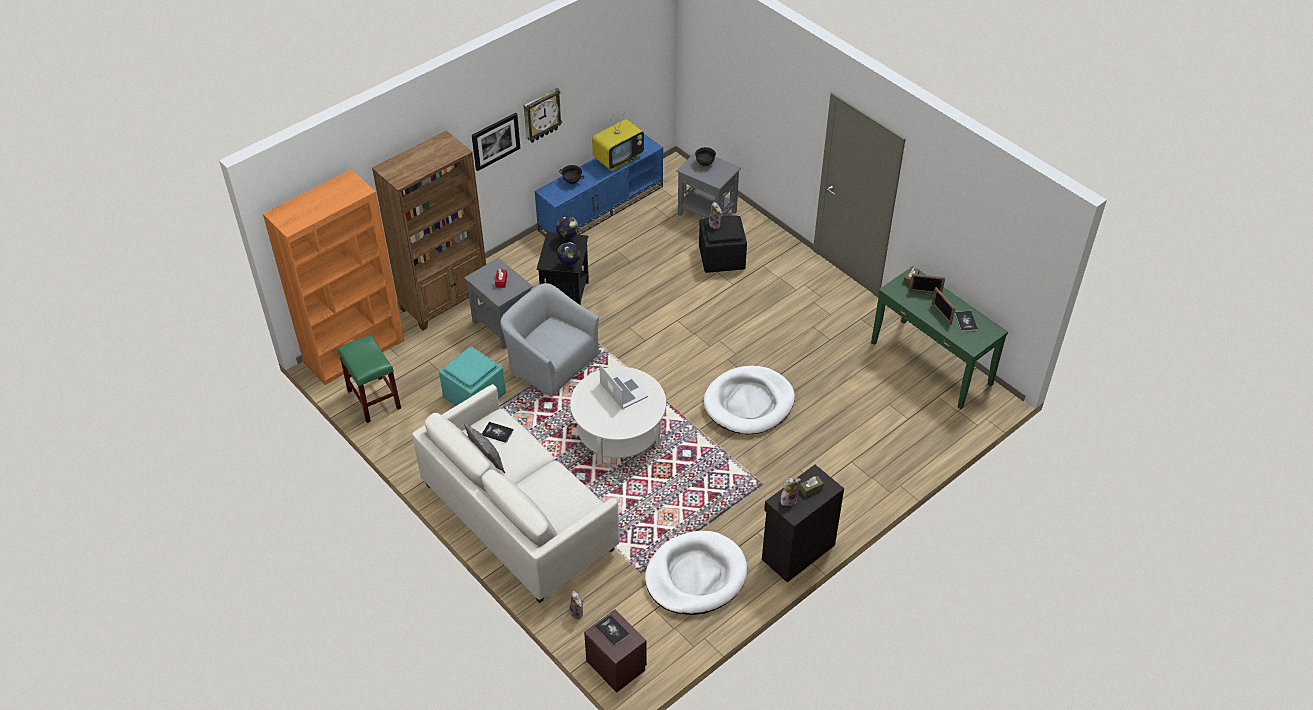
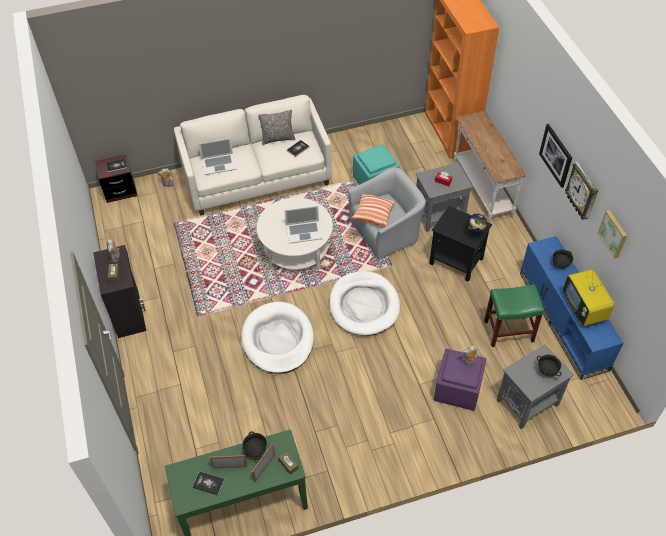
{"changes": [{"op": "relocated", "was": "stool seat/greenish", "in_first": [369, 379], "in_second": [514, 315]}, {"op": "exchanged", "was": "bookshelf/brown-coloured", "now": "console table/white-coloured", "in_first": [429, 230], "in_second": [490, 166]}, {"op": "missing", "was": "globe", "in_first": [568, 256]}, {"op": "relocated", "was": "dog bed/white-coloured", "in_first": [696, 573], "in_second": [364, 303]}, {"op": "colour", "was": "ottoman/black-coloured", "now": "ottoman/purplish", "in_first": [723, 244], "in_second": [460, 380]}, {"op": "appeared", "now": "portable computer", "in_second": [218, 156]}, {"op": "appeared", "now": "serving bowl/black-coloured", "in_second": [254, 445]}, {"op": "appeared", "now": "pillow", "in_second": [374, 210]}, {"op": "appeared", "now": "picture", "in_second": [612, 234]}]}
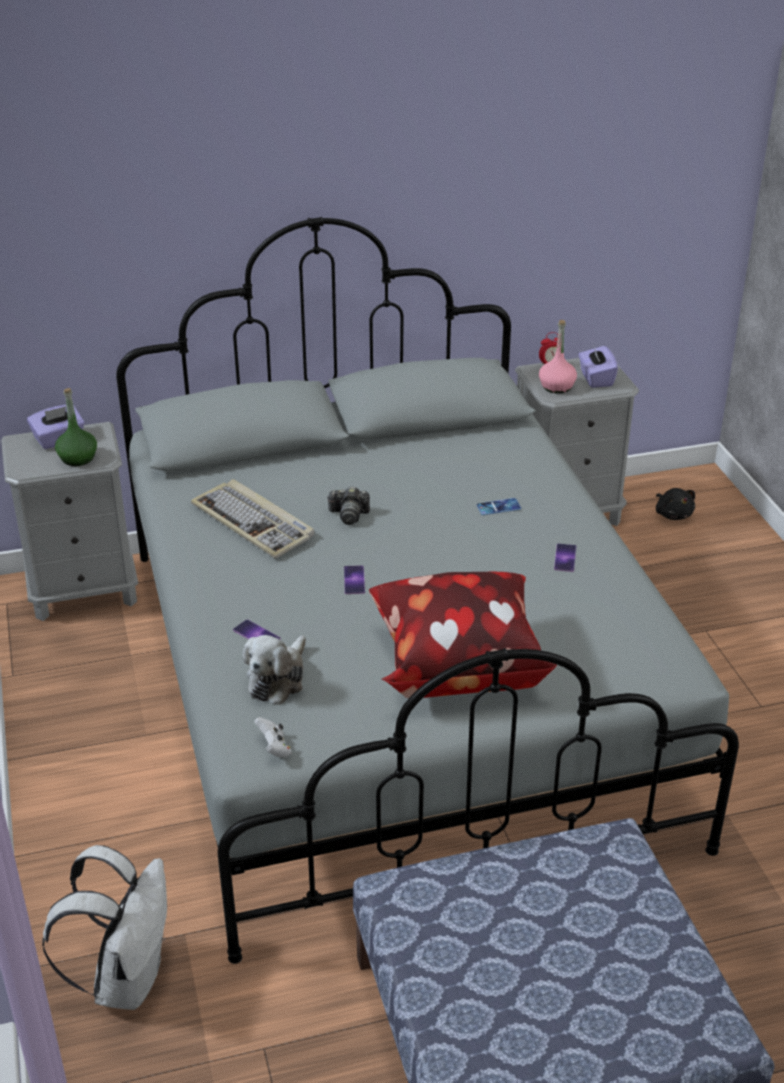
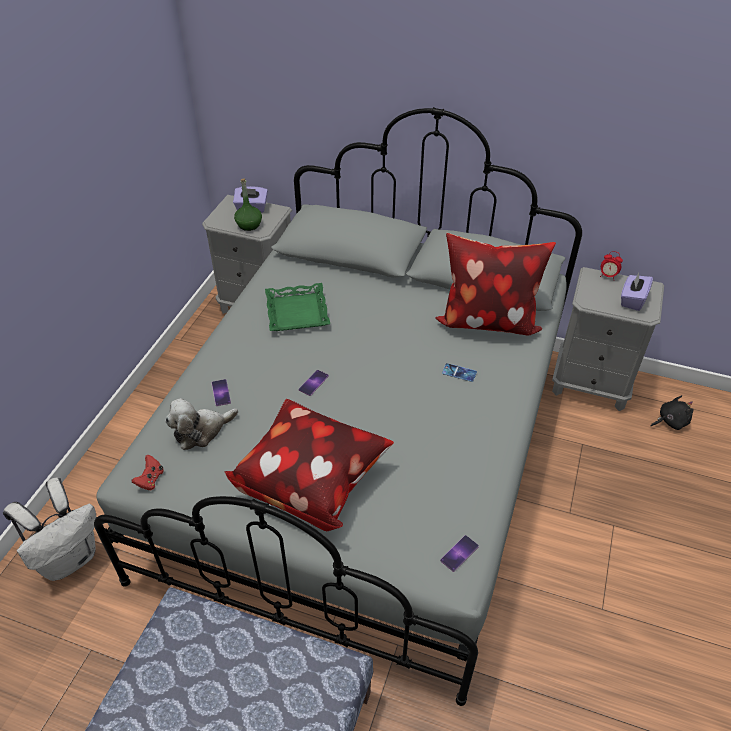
{"changes": [{"op": "exchanged", "was": "PC keyboard", "now": "tray/greenish", "in_first": [252, 519], "in_second": [297, 307]}, {"op": "colour", "was": "joypad/white-coloured", "now": "joypad/reddish", "in_first": [272, 737], "in_second": [147, 473]}, {"op": "missing", "was": "still camera", "in_first": [348, 505]}, {"op": "missing", "was": "bottle/pink", "in_first": [558, 357]}, {"op": "relocated", "was": "telephone", "in_first": [565, 557], "in_second": [459, 553]}, {"op": "spun", "was": "cuddly toy/black-coloured", "in_first": [675, 504], "in_second": [672, 412], "clockwise": -120}, {"op": "appeared", "now": "pillow", "in_second": [495, 284]}]}
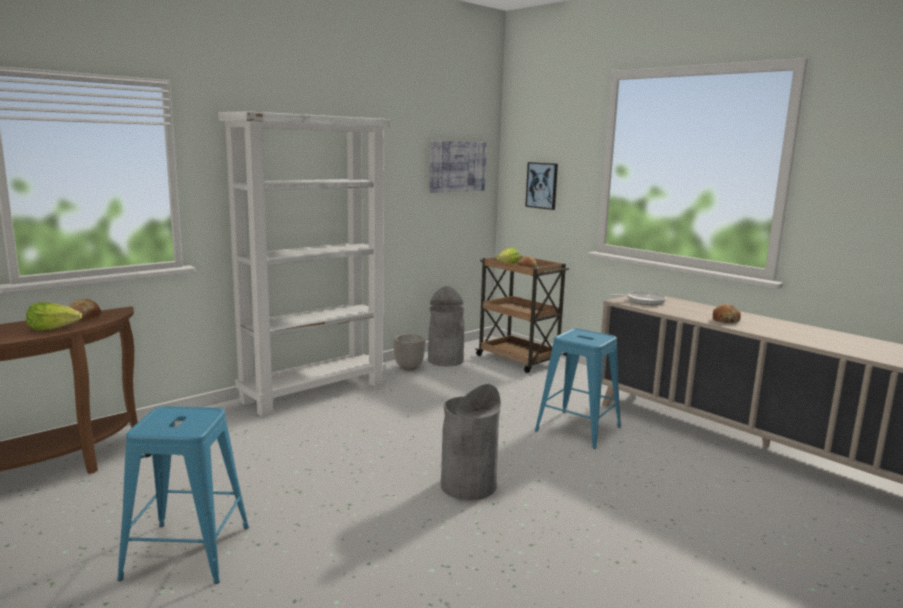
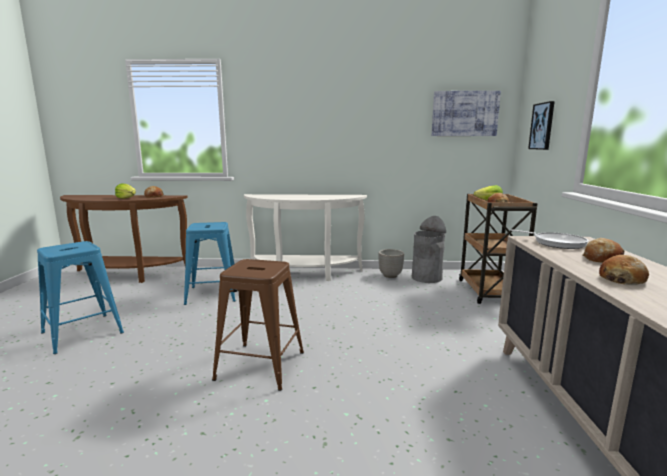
{"changes": [{"op": "exchanged", "was": "bookshelf/white-coloured", "now": "console table/white-coloured", "in_first": [304, 264], "in_second": [305, 237]}, {"op": "exchanged", "was": "rubbish bin/grey", "now": "stool seat/brown-coloured", "in_first": [471, 442], "in_second": [258, 325]}, {"op": "relocated", "was": "stool seat/bluish", "in_first": [578, 388], "in_second": [210, 263]}, {"op": "appeared", "now": "bread", "in_second": [603, 250]}]}
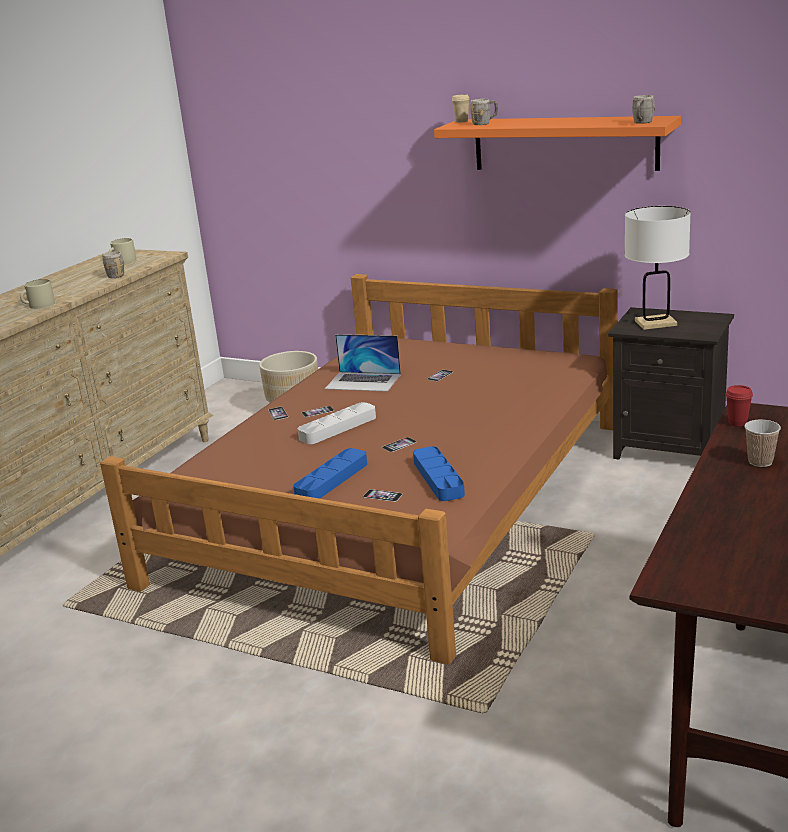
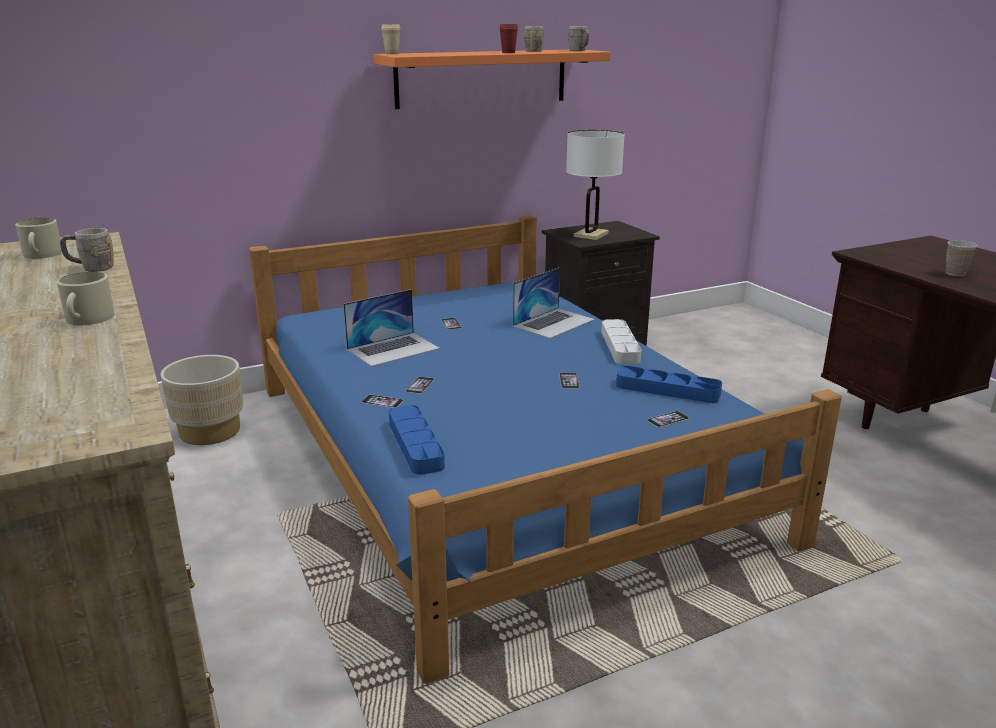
{"changes": [{"op": "colour", "was": "bedroom bed/brown-coloured", "now": "bedroom bed/bluish", "in_first": [359, 469], "in_second": [545, 449]}, {"op": "relocated", "was": "tray/bluish", "in_first": [330, 473], "in_second": [417, 440]}, {"op": "relocated", "was": "tray/grey", "in_first": [337, 423], "in_second": [621, 341]}, {"op": "relocated", "was": "mug/grey", "in_first": [484, 112], "in_second": [534, 39]}, {"op": "relocated", "was": "cup/reddish", "in_first": [739, 405], "in_second": [508, 38]}, {"op": "appeared", "now": "portable computer", "in_second": [554, 303]}]}
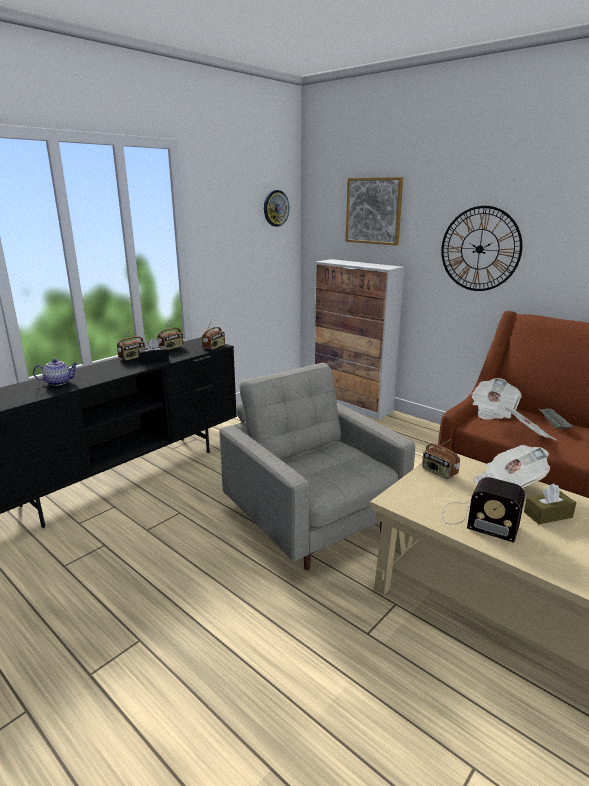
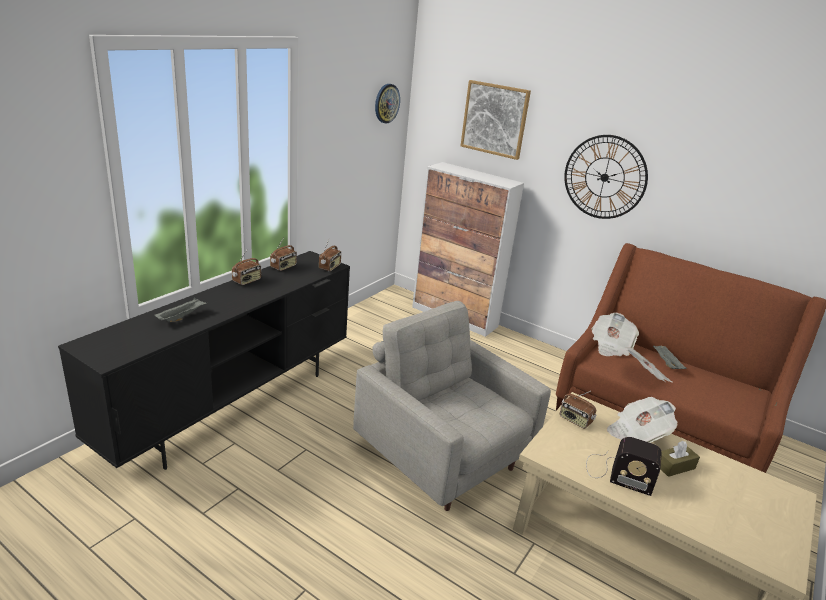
{"changes": [{"op": "exchanged", "was": "pot for tea", "now": "tray/grey", "in_first": [56, 372], "in_second": [180, 310]}, {"op": "missing", "was": "tissue holder/black-coloured", "in_first": [153, 351]}]}
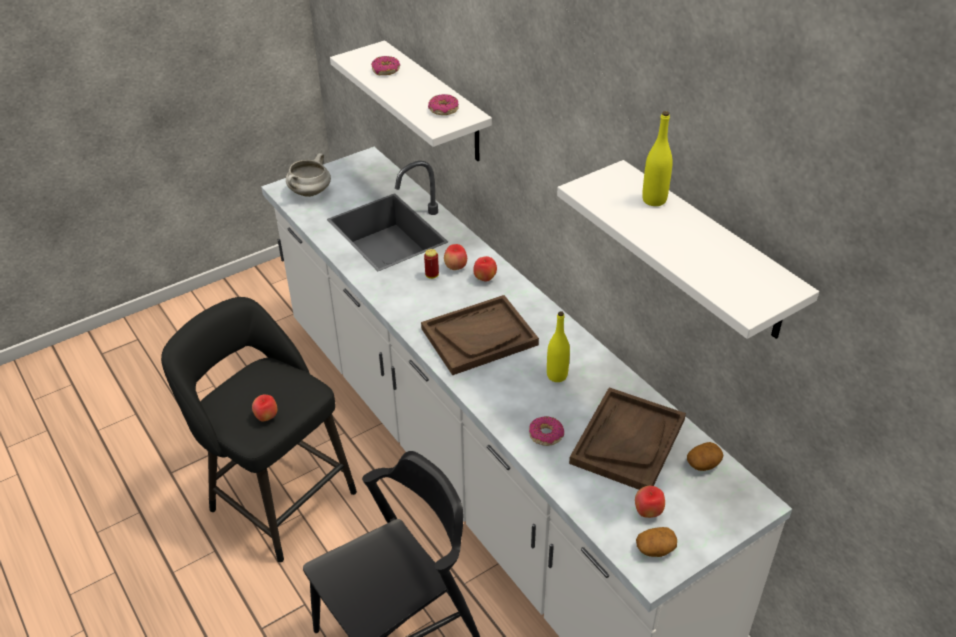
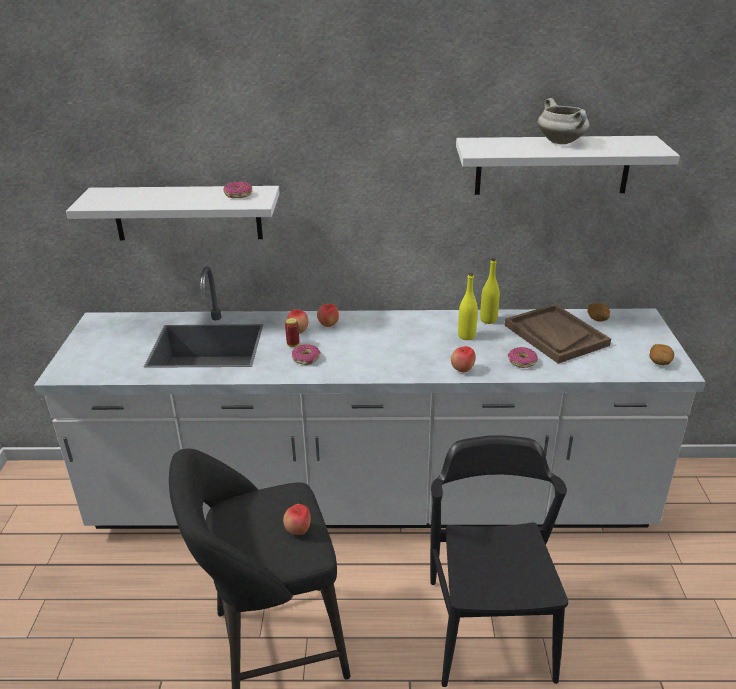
{"changes": [{"op": "relocated", "was": "stockpot/white-coloured", "in_first": [308, 175], "in_second": [564, 121]}, {"op": "relocated", "was": "ring doughnut", "in_first": [385, 65], "in_second": [306, 354]}, {"op": "missing", "was": "tray/brown-coloured", "in_first": [480, 335]}, {"op": "relocated", "was": "apple fruit", "in_first": [650, 502], "in_second": [463, 359]}, {"op": "relocated", "was": "bottle/yellowish", "in_first": [657, 158], "in_second": [490, 291]}]}
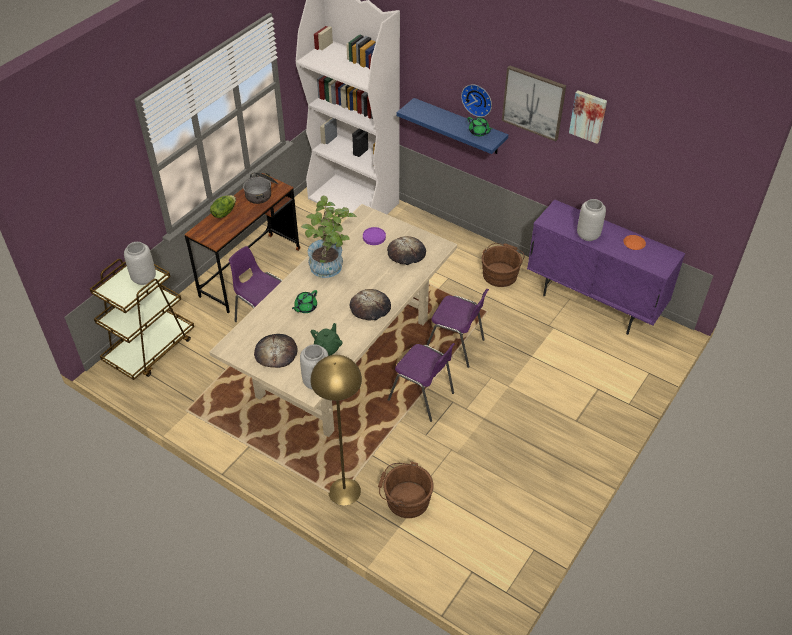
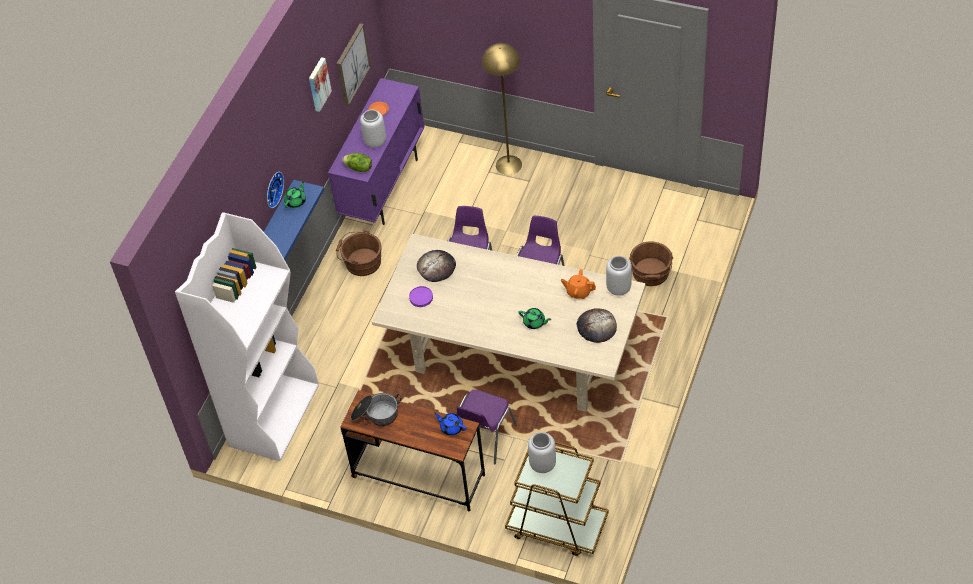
{"changes": [{"op": "relocated", "was": "lettuce", "in_first": [223, 206], "in_second": [357, 162]}, {"op": "missing", "was": "potted plant", "in_first": [329, 237]}, {"op": "colour", "was": "pot for tea/greenish", "now": "pot for tea/orange-coloured", "in_first": [327, 339], "in_second": [578, 284]}, {"op": "relocated", "was": "floor lamp/yellowish", "in_first": [336, 430], "in_second": [502, 109]}, {"op": "missing", "was": "bread", "in_first": [370, 305]}, {"op": "relocated", "was": "picture", "in_first": [534, 103], "in_second": [353, 65]}, {"op": "appeared", "now": "pot for tea/bluish", "in_second": [450, 423]}]}
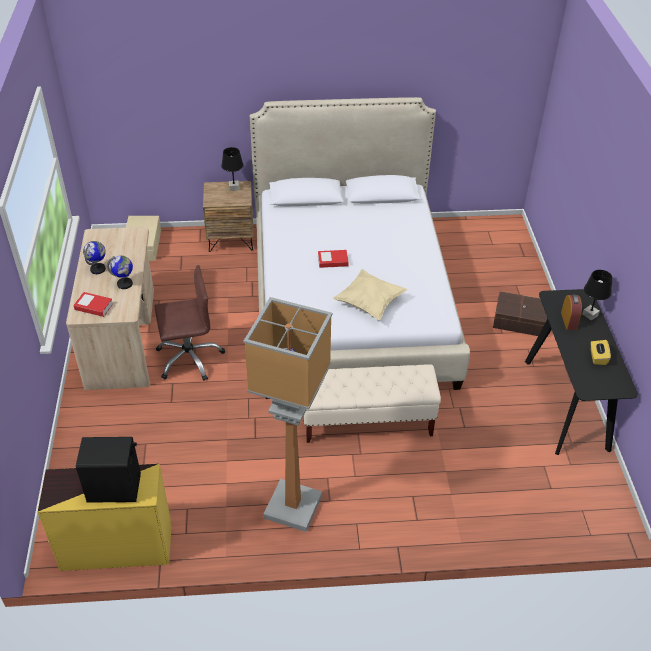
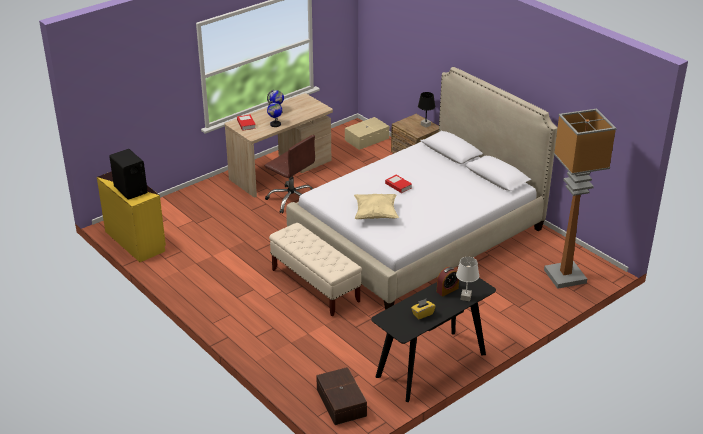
{"changes": [{"op": "relocated", "was": "floor lamp", "in_first": [287, 414], "in_second": [580, 199]}, {"op": "relocated", "was": "storage bin/brown-coloured", "in_first": [520, 313], "in_second": [341, 396]}, {"op": "colour", "was": "lamp for a table/black-coloured", "now": "lamp for a table/white-coloured", "in_first": [597, 295], "in_second": [467, 279]}]}
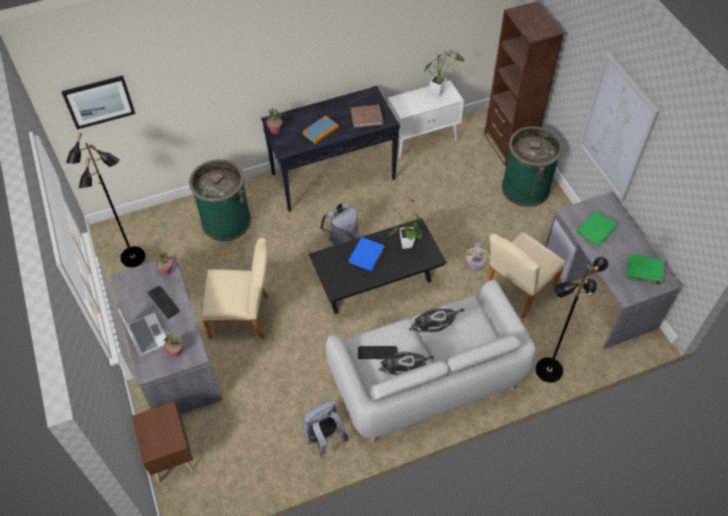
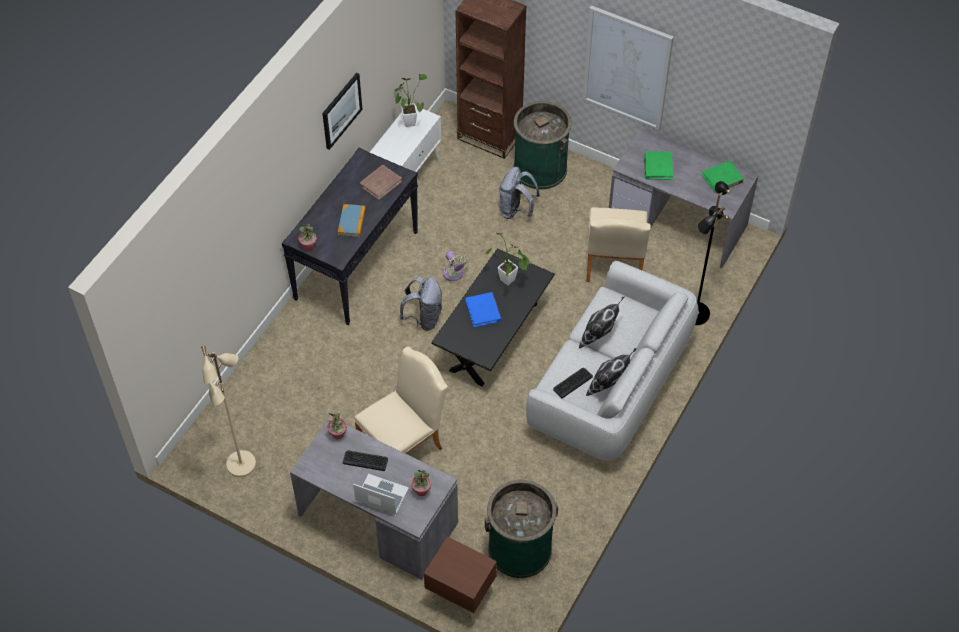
{"changes": [{"op": "relocated", "was": "picture", "in_first": [98, 103], "in_second": [342, 111]}, {"op": "colour", "was": "floor lamp/black-coloured", "now": "floor lamp/beige-coloured", "in_first": [106, 199], "in_second": [228, 411]}, {"op": "relocated", "was": "rubbish bin/greenish", "in_first": [220, 200], "in_second": [521, 529]}, {"op": "relocated", "was": "knapsack/grey", "in_first": [326, 429], "in_second": [519, 193]}, {"op": "relocated", "was": "cooling fan/beige-coloured", "in_first": [477, 256], "in_second": [456, 266]}]}
